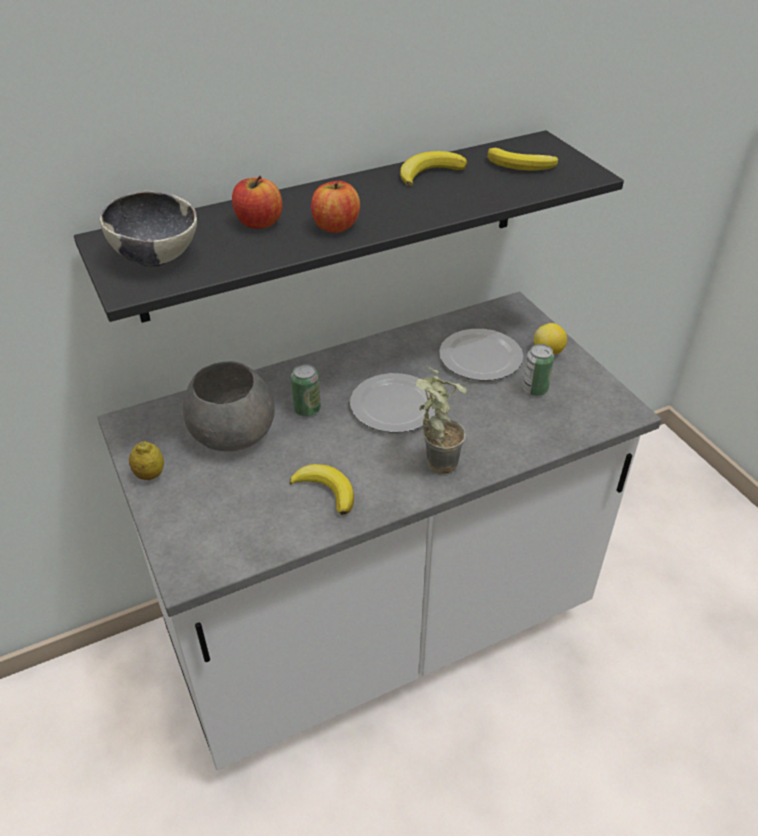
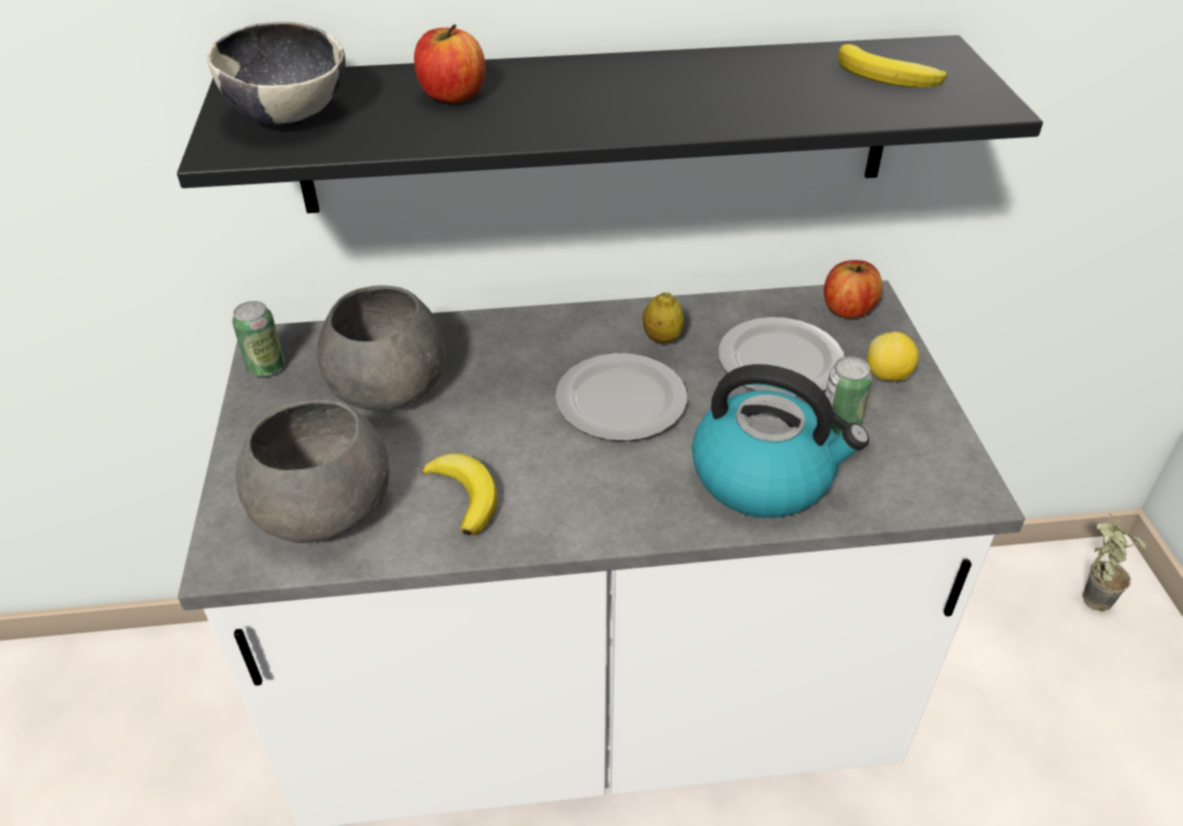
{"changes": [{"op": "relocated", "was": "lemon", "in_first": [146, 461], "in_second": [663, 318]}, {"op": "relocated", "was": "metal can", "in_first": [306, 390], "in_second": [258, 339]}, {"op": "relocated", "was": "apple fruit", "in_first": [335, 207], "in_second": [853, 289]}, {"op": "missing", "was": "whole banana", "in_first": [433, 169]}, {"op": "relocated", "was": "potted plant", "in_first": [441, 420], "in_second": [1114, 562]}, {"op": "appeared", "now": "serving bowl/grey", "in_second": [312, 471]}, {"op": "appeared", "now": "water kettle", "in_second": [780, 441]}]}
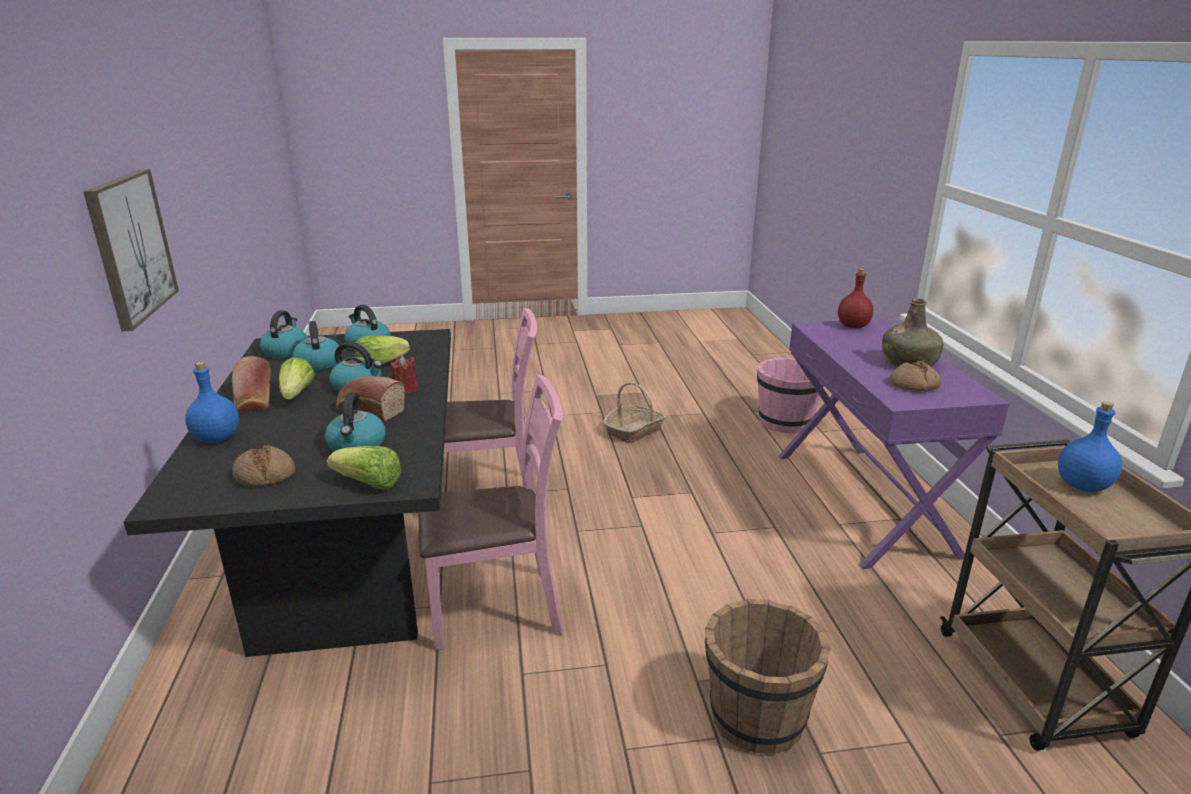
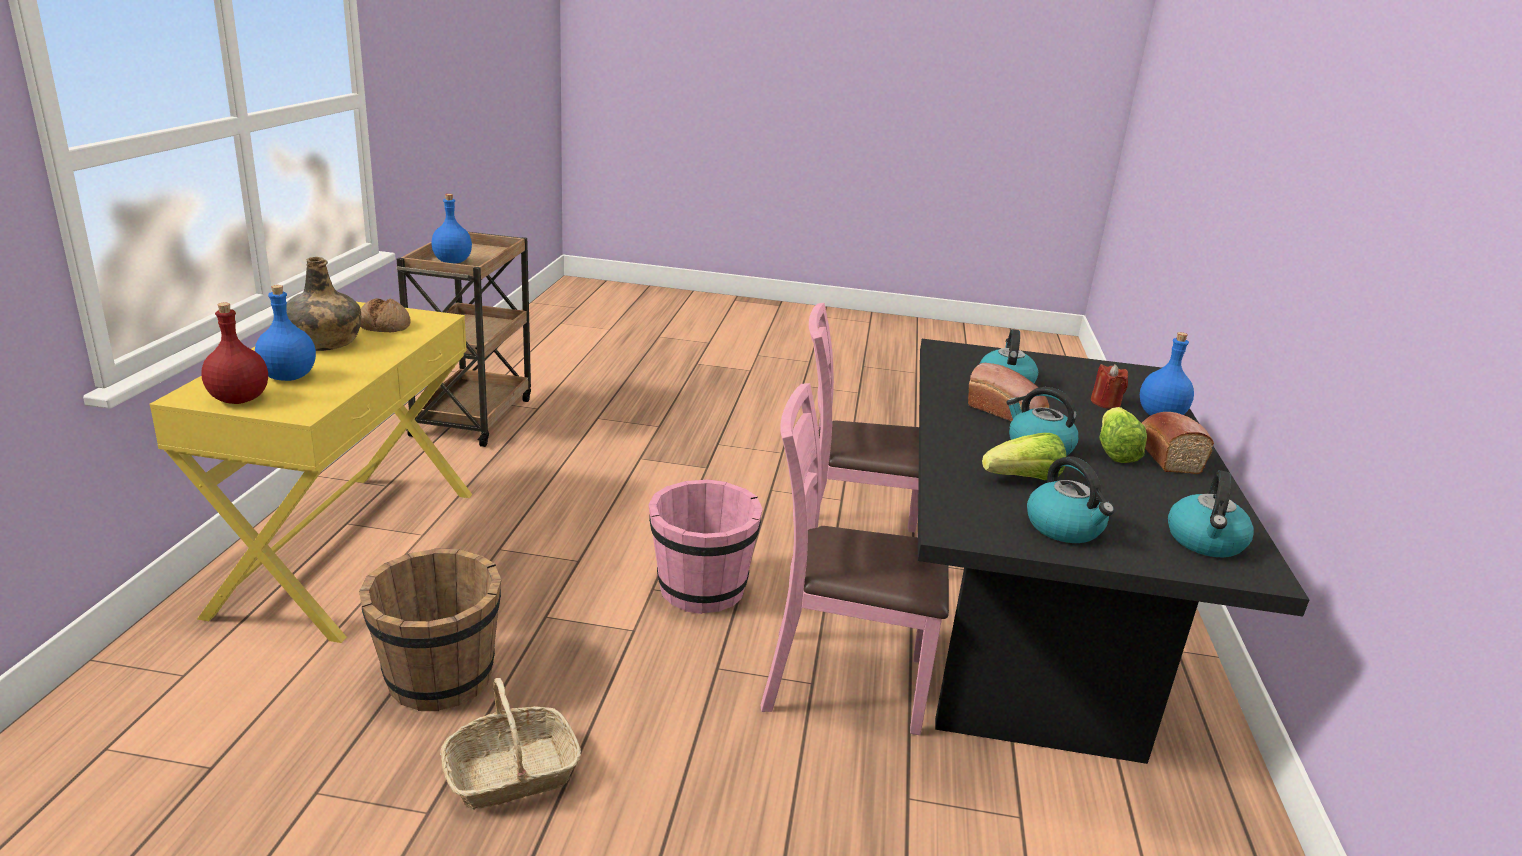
{"changes": [{"op": "missing", "was": "picture", "in_first": [131, 250]}, {"op": "missing", "was": "bread", "in_first": [263, 466]}, {"op": "missing", "was": "water kettle", "in_first": [317, 346]}, {"op": "missing", "was": "lettuce", "in_first": [364, 468]}, {"op": "relocated", "was": "wax light/reddish", "in_first": [404, 375], "in_second": [1109, 386]}, {"op": "relocated", "was": "bucket/brown-coloured", "in_first": [768, 676], "in_second": [430, 629]}, {"op": "relocated", "was": "bucket/pink", "in_first": [790, 396], "in_second": [706, 546]}, {"op": "colour", "was": "console table/purplish", "now": "console table/yellowish", "in_first": [894, 444], "in_second": [311, 472]}, {"op": "appeared", "now": "bottle/bluish", "in_second": [285, 333]}]}
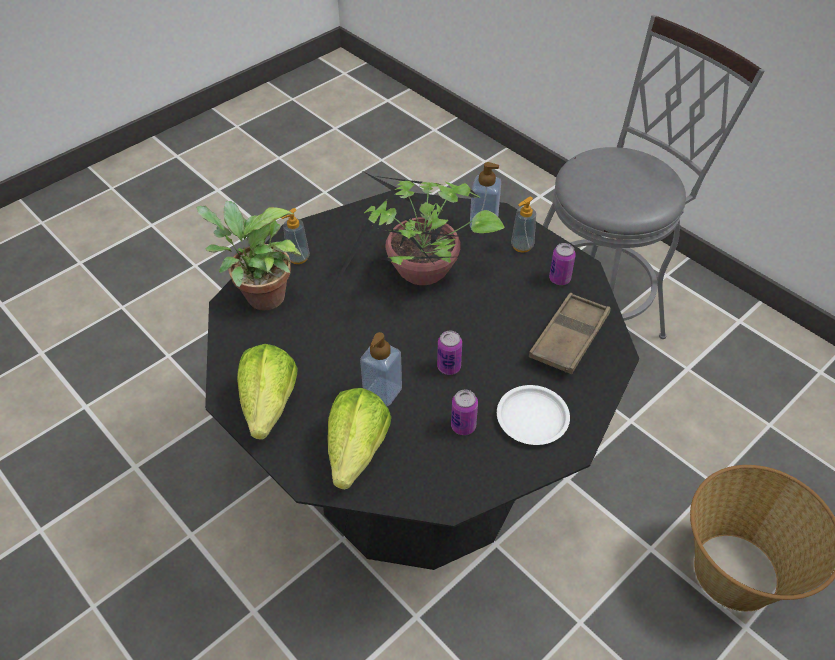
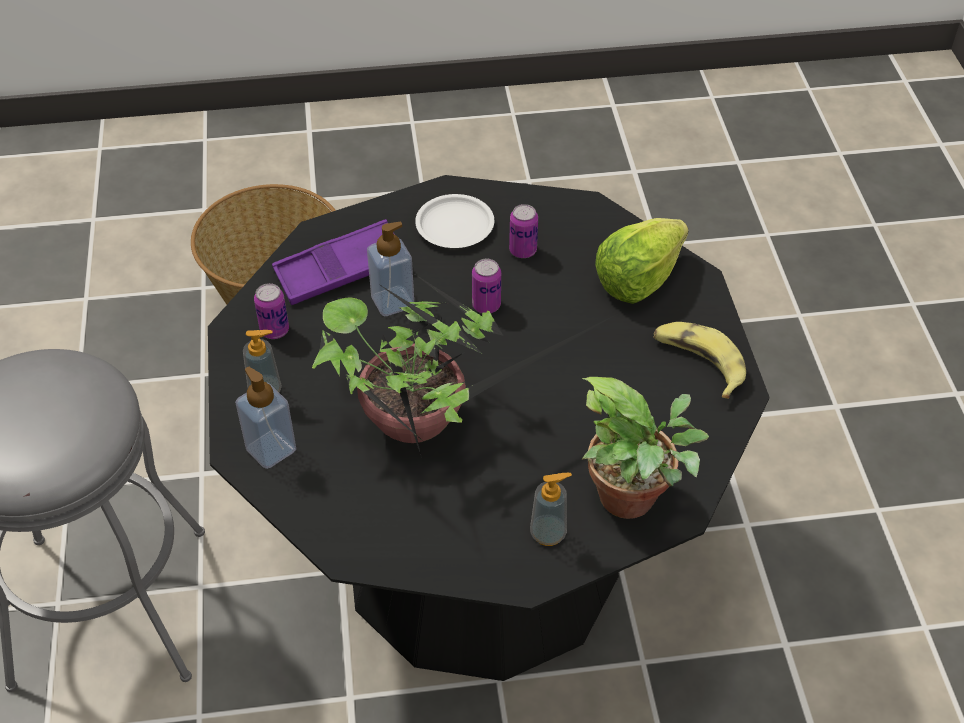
{"changes": [{"op": "exchanged", "was": "lettuce", "now": "whole banana", "in_first": [267, 392], "in_second": [699, 360]}, {"op": "relocated", "was": "liquid soap bottle", "in_first": [381, 369], "in_second": [390, 269]}, {"op": "colour", "was": "tray/brown-coloured", "now": "tray/purplish", "in_first": [570, 333], "in_second": [333, 262]}]}
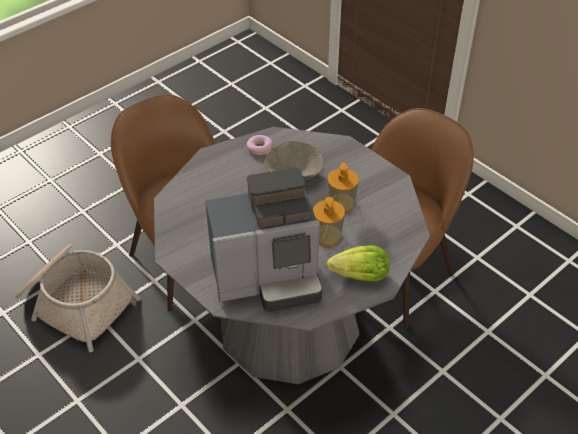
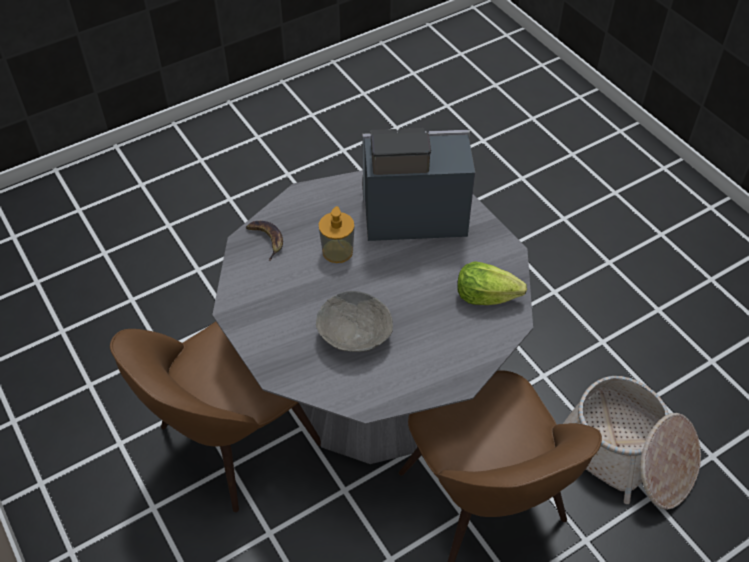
{"changes": [{"op": "missing", "was": "ring doughnut", "in_first": [260, 145]}, {"op": "relocated", "was": "lettuce", "in_first": [358, 263], "in_second": [492, 283]}, {"op": "missing", "was": "liquid soap bottle", "in_first": [343, 188]}, {"op": "appeared", "now": "whole banana", "in_second": [264, 241]}]}
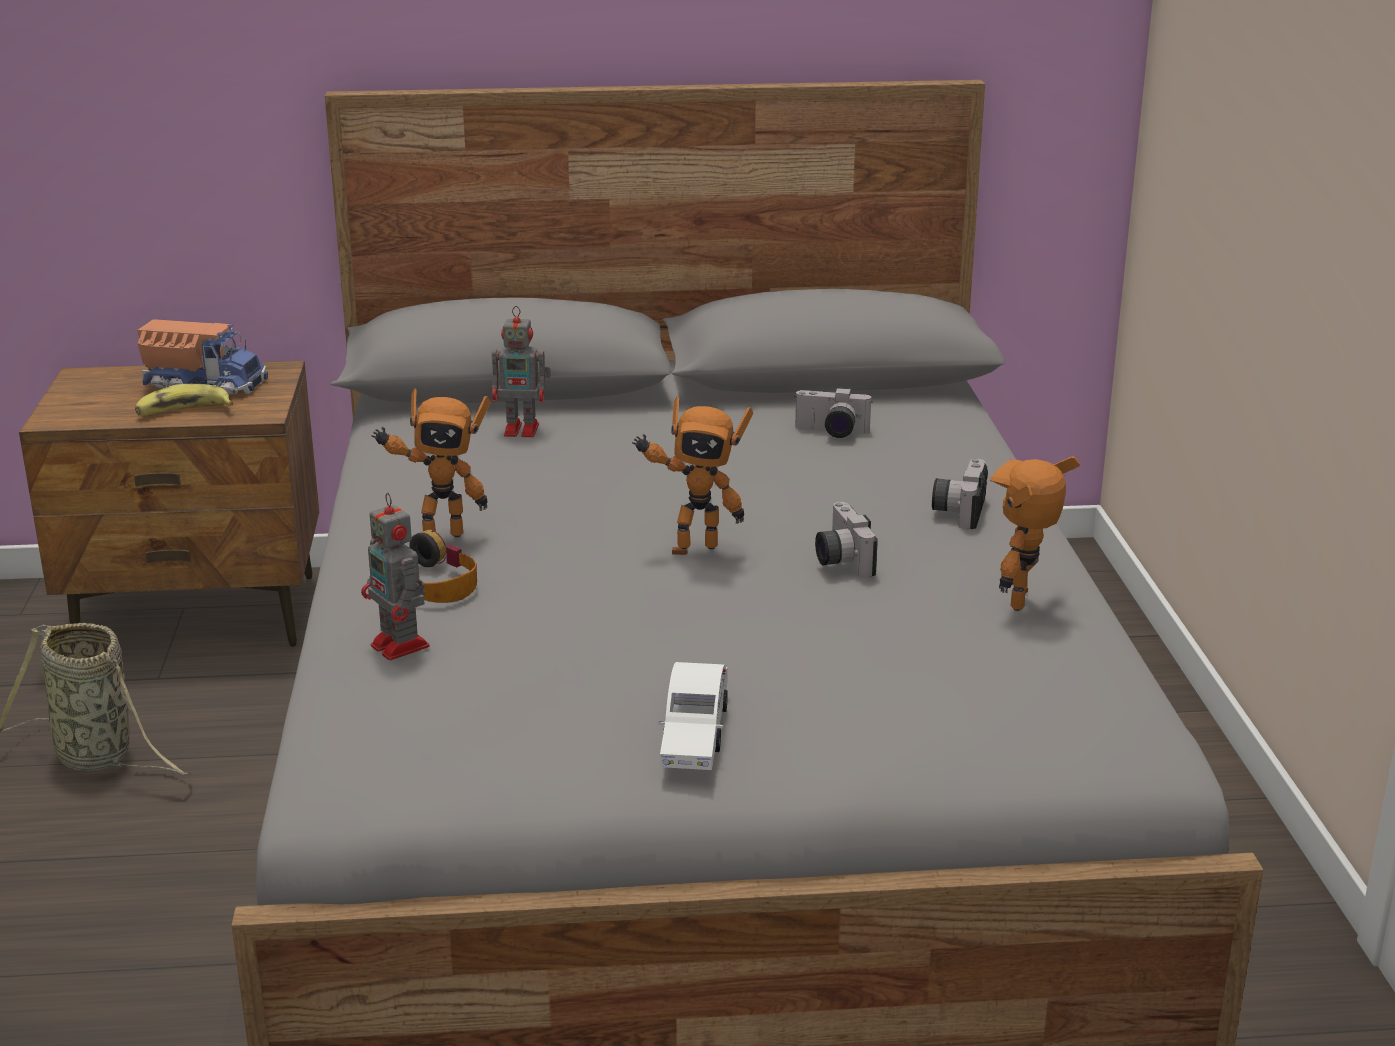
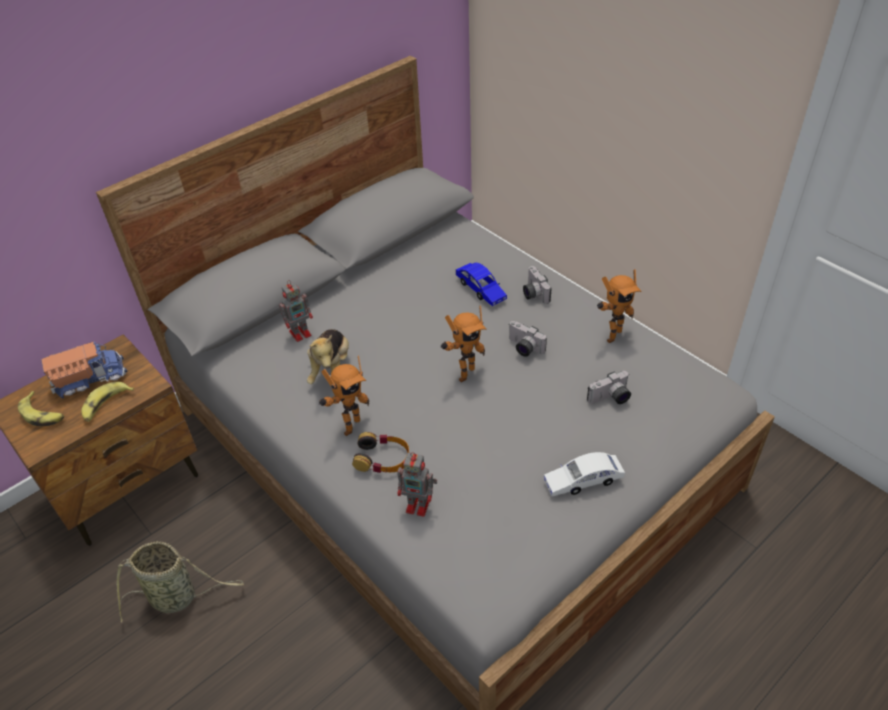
{"changes": [{"op": "spun", "was": "model car/white-coloured", "in_first": [693, 716], "in_second": [584, 474], "clockwise": 105}, {"op": "relocated", "was": "still camera", "in_first": [833, 412], "in_second": [609, 387]}, {"op": "spun", "was": "robot figure", "in_first": [1035, 533], "in_second": [619, 306], "clockwise": -120}, {"op": "appeared", "now": "whole banana", "in_second": [41, 408]}, {"op": "appeared", "now": "cuddly toy", "in_second": [328, 356]}, {"op": "appeared", "now": "model car/bluish", "in_second": [481, 284]}]}
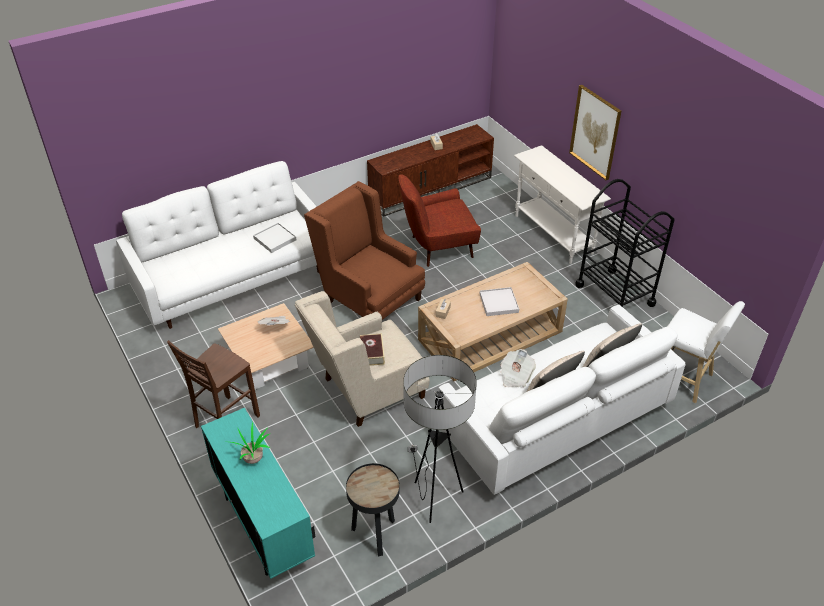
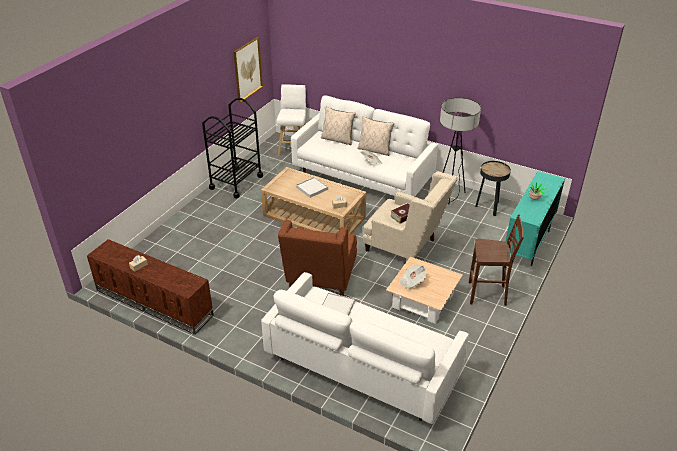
{"changes": [{"op": "missing", "was": "lounge chair/reddish", "in_first": [440, 220]}, {"op": "missing", "was": "console table/white-coloured", "in_first": [562, 204]}, {"op": "relocated", "was": "picture", "in_first": [595, 132], "in_second": [248, 70]}]}
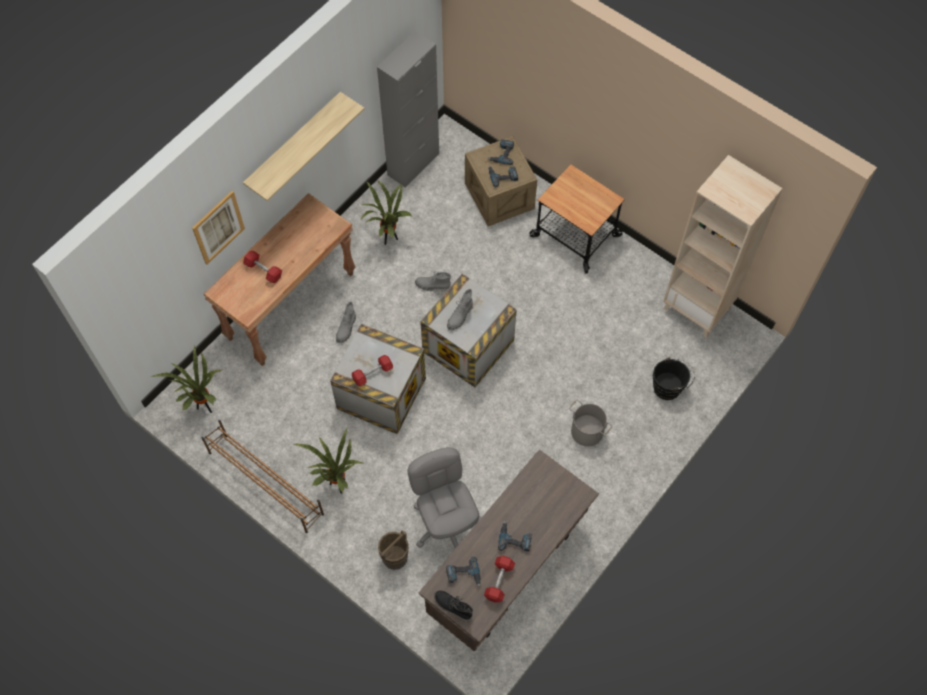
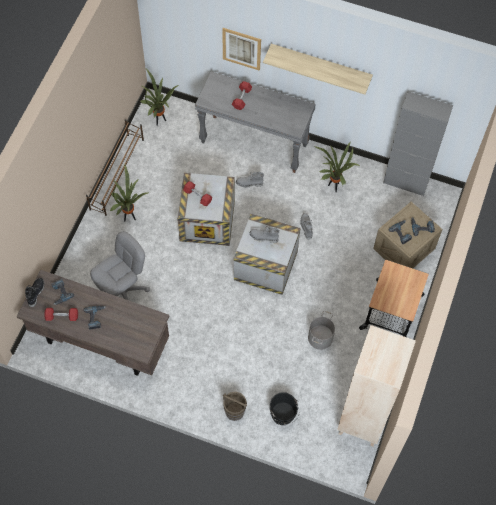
{"changes": [{"op": "colour", "was": "console table/brown-coloured", "now": "console table/grey", "in_first": [280, 279], "in_second": [255, 122]}, {"op": "relocated", "was": "bucket/brown-coloured", "in_first": [393, 550], "in_second": [235, 406]}, {"op": "relocated", "was": "bucket/grey", "in_first": [591, 423], "in_second": [321, 330]}]}
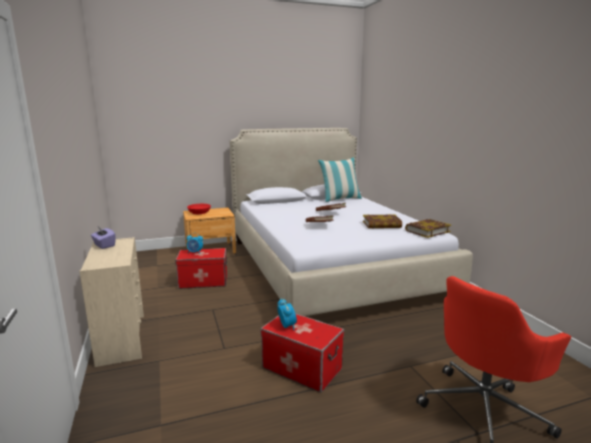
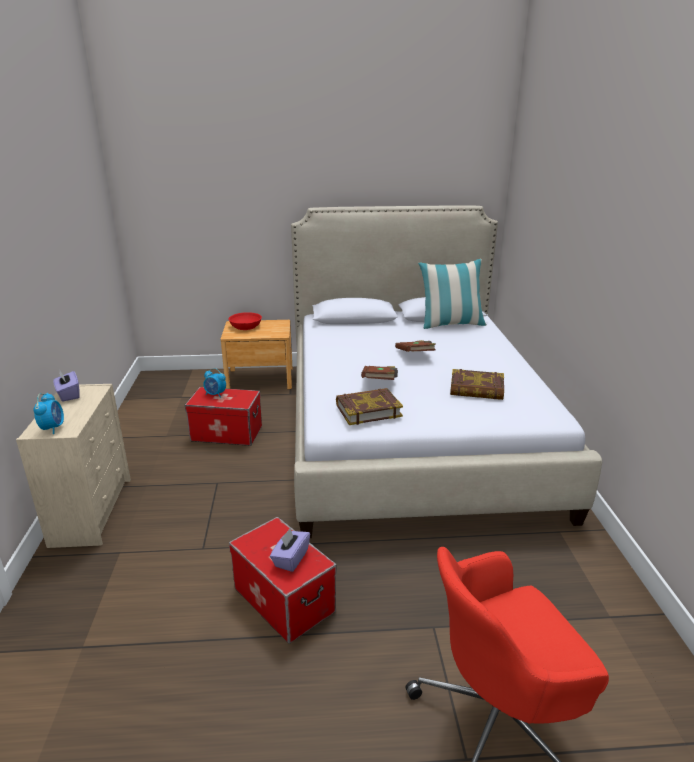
{"changes": [{"op": "relocated", "was": "alarm clock", "in_first": [287, 314], "in_second": [48, 413]}, {"op": "relocated", "was": "volume", "in_first": [428, 228], "in_second": [369, 406]}, {"op": "appeared", "now": "tissue holder/purplish", "in_second": [290, 549]}]}
